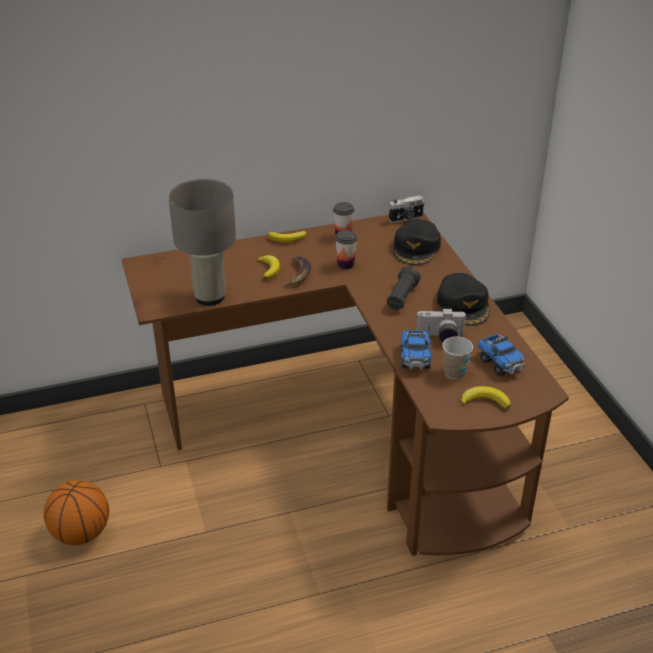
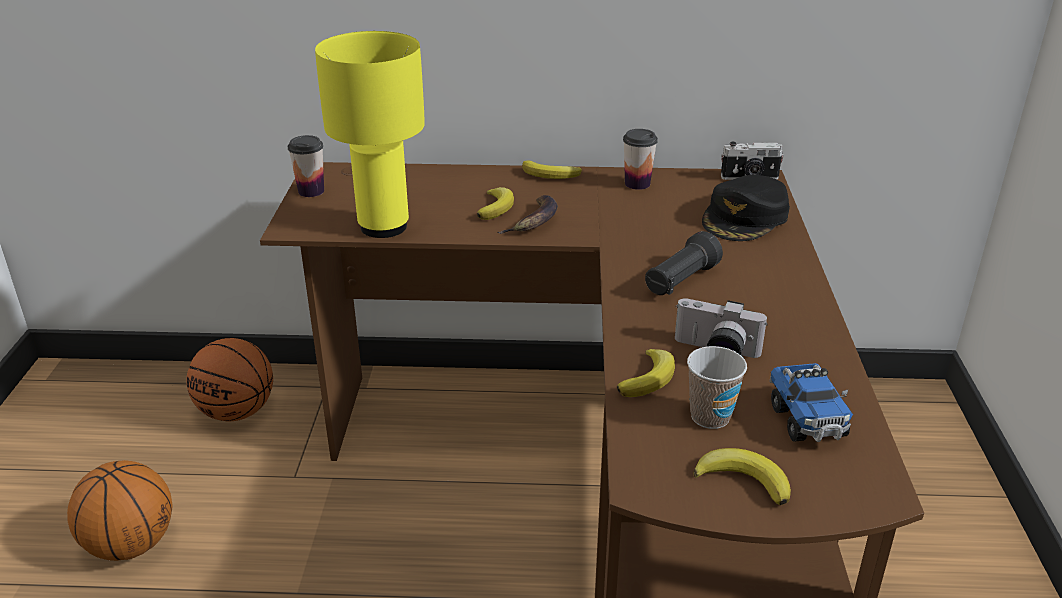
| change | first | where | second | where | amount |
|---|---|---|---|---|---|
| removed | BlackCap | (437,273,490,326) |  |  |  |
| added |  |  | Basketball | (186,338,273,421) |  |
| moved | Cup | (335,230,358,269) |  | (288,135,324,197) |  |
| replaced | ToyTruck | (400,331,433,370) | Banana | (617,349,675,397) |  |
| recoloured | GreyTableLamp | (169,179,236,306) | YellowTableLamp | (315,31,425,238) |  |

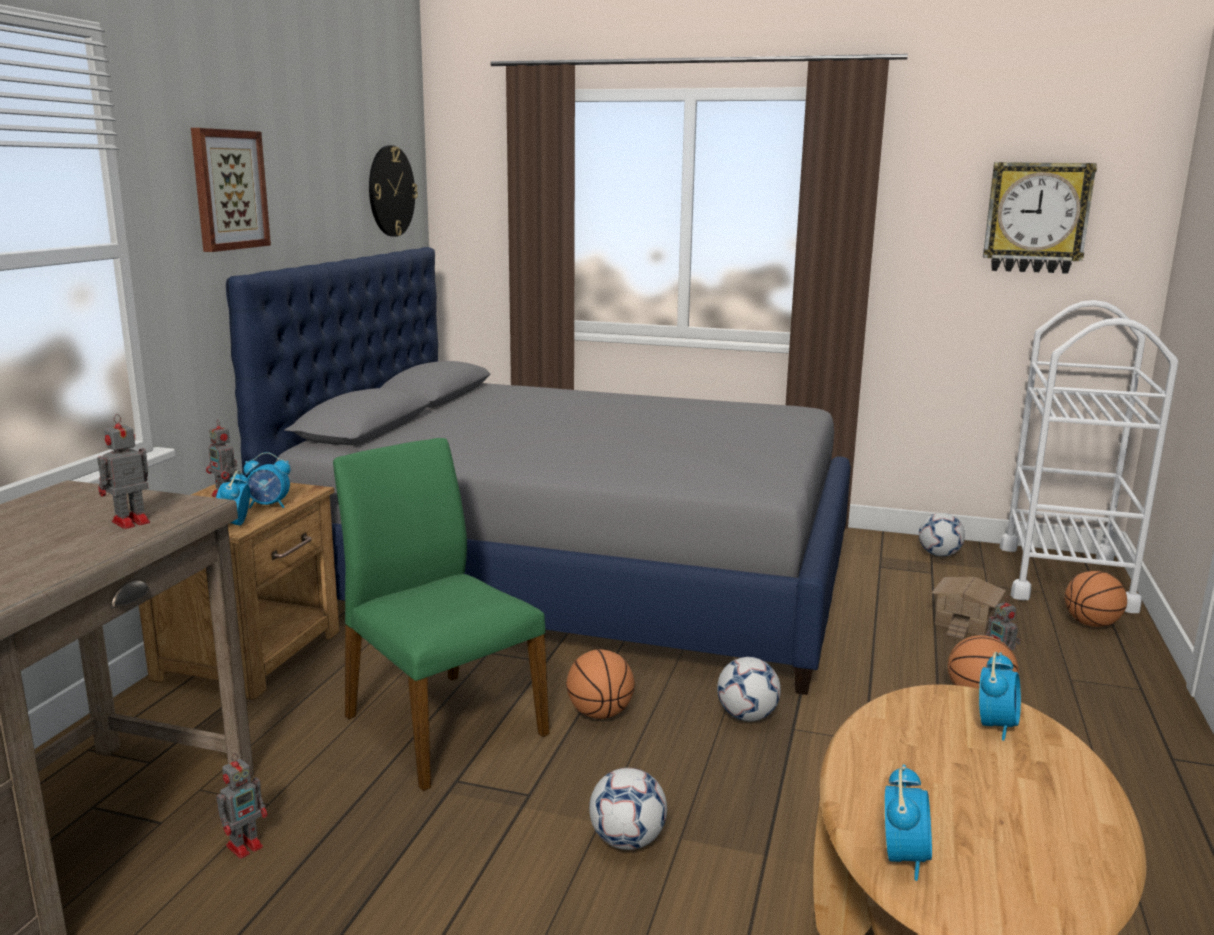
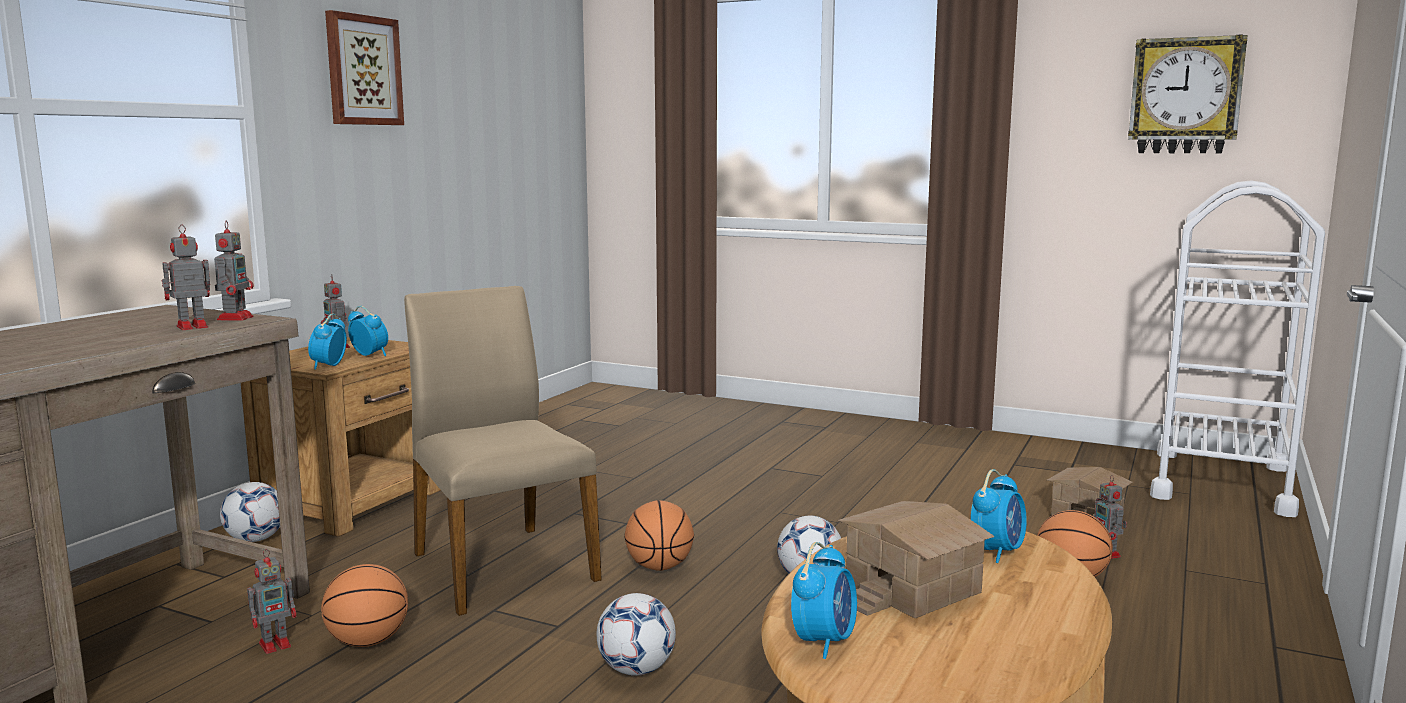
| change | first | where | second | where | amount |
|---|---|---|---|---|---|
| removed | GreyBed | (226,247,851,695) |  |  |  |
| removed | WallClock | (369,145,418,237) |  |  |  |
| added |  |  | ToyRobot | (214,221,254,321) |  |
| added |  |  | ToyHouse | (838,501,994,618) |  |
| moved | Football | (919,513,965,557) |  | (220,482,280,542) |  |
| moved | Basketball | (1065,571,1127,627) |  | (321,564,408,647) |  |
| recoloured | GreenChair | (333,438,549,791) | BeigeChair | (404,286,602,616) |  |
| turned | AlarmClock | (244,452,291,508) |  | (348,306,388,356) | 150 degrees counterclockwise |

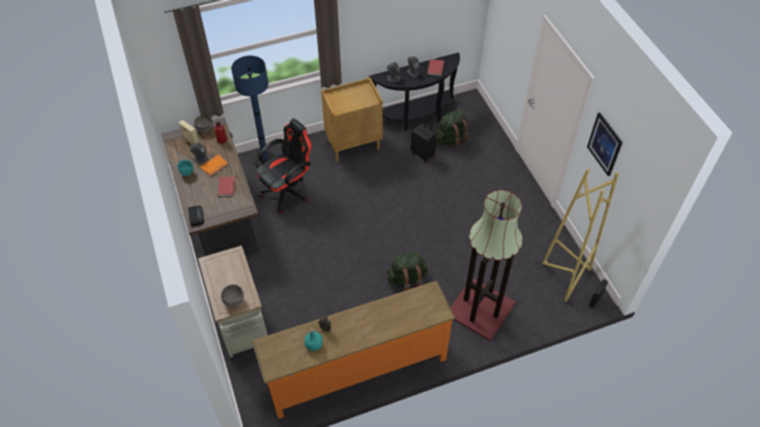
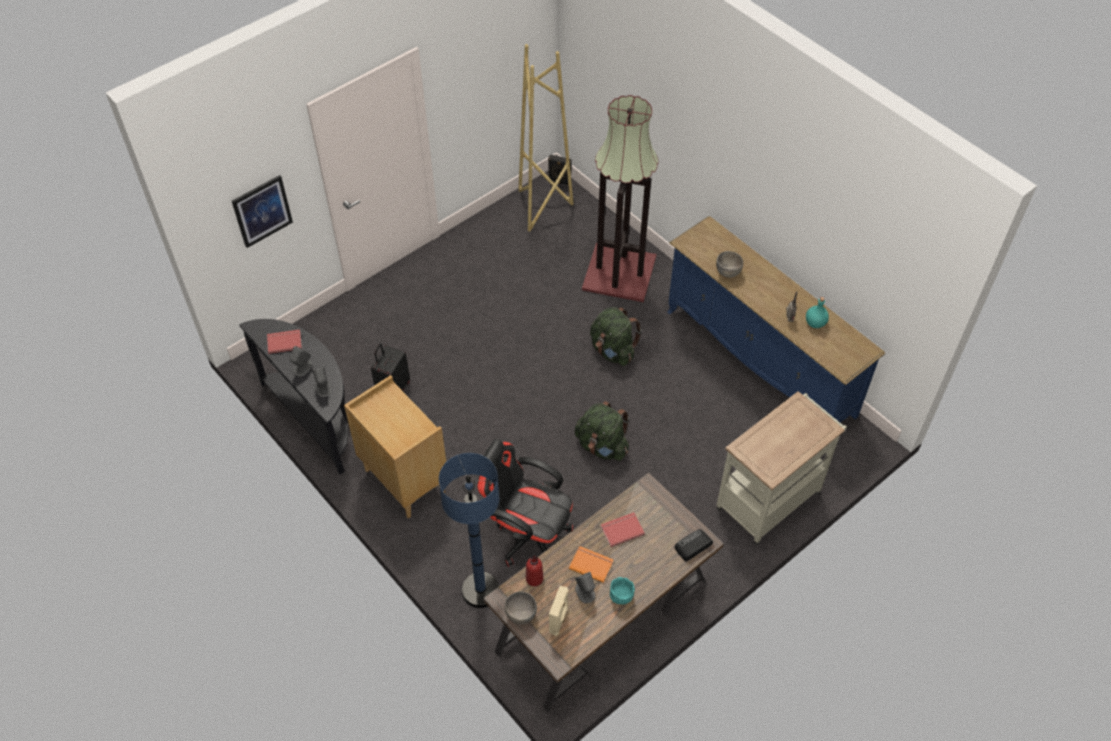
| change | first | where | second | where | amount |
|---|---|---|---|---|---|
| moved | GreyBowl | (221,284,244,307) |  | (716,251,743,278) |  |
| moved | GreenBackpack | (436,110,469,149) |  | (575,401,629,461) |  |
| moved | Picture | (587,112,623,176) |  | (232,175,293,248) |  |
| recoloured | OrangeDresser | (252,281,456,419) | BlueDresser | (667,216,885,423) |  |

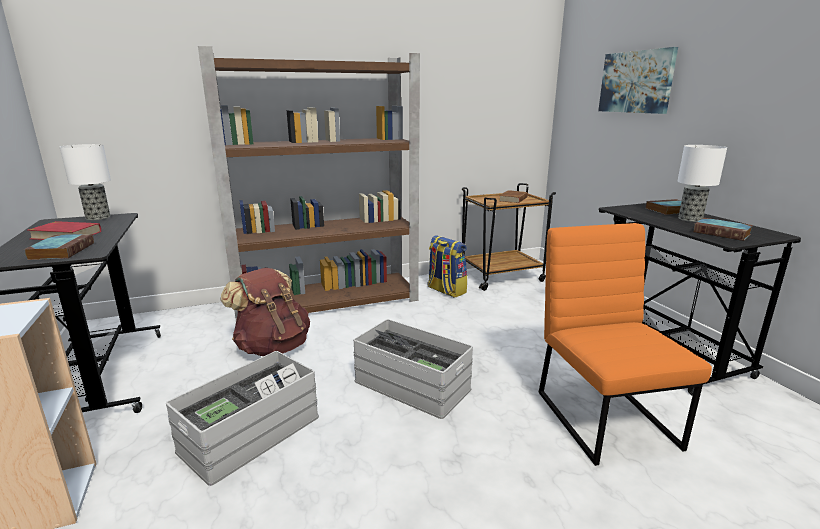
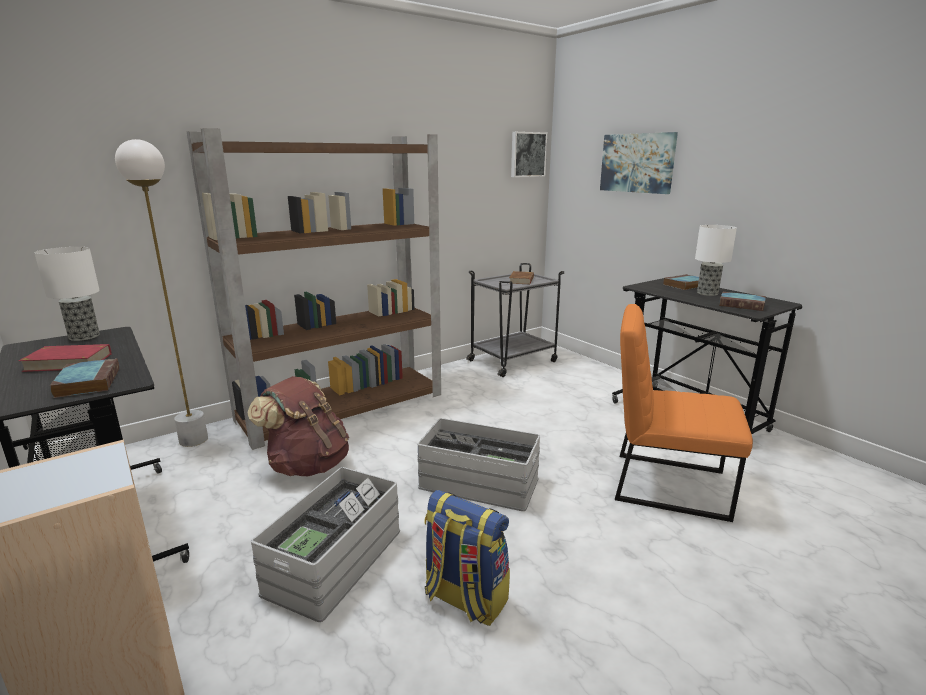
| change | first | where | second | where | amount |
|---|---|---|---|---|---|
| added |  |  | WhiteFloorLamp | (115,139,208,447) |  |
| added |  |  | Picture | (511,132,547,177) |  |
| moved | Backpack | (428,235,467,298) |  | (424,490,510,626) |  |
| recoloured | BrownCart | (462,183,556,291) | GreyCart | (466,263,564,377) |  |
| turned | OrangeChair | (538,223,712,466) |  | (615,304,753,522) | 45 degrees counterclockwise |

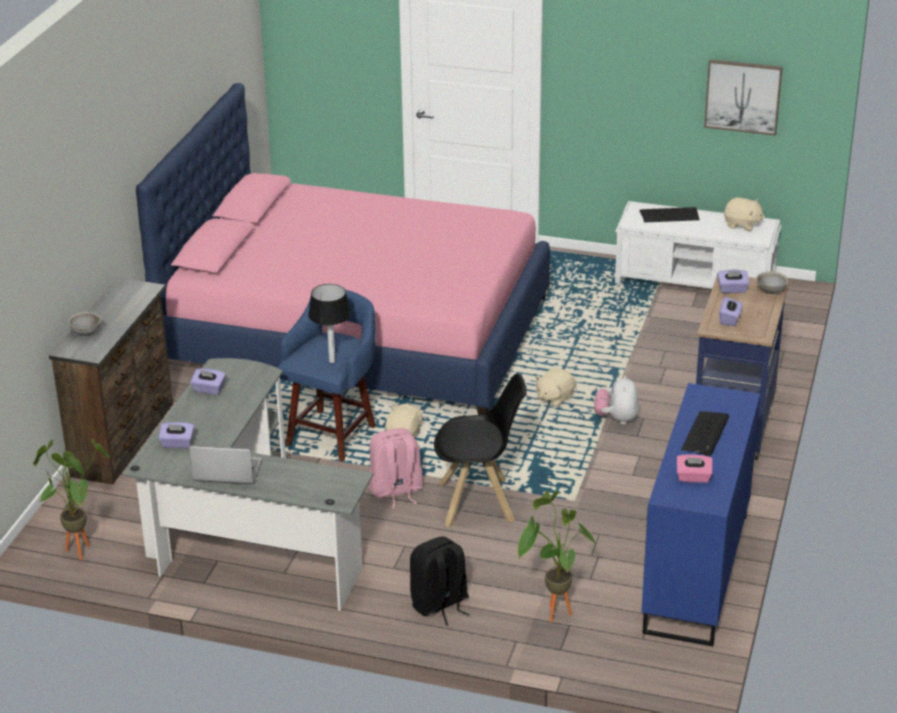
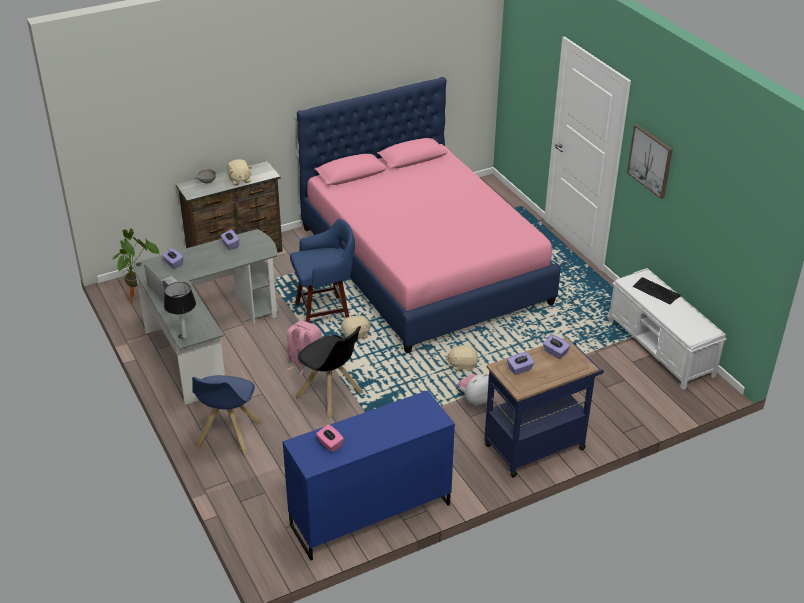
| change | first | where | second | where | amount |
|---|---|---|---|---|---|
| removed | PottedPlant | (518,491,598,622) |  |  |  |
| removed | Keyboard | (681,411,729,456) |  |  |  |
| removed | GreyBowl | (756,271,788,294) |  |  |  |
| moved | TableLamp | (308,284,351,363) |  | (164,282,196,339) |  |
| moved | Picture | (704,59,783,136) |  | (627,124,673,199) |  |
| moved | BeigePlushToy | (724,197,765,231) |  | (227,159,252,185) |  |
| replaced | BlackBackpack | (410,536,470,625) | BlueChair | (192,375,262,455) |  |

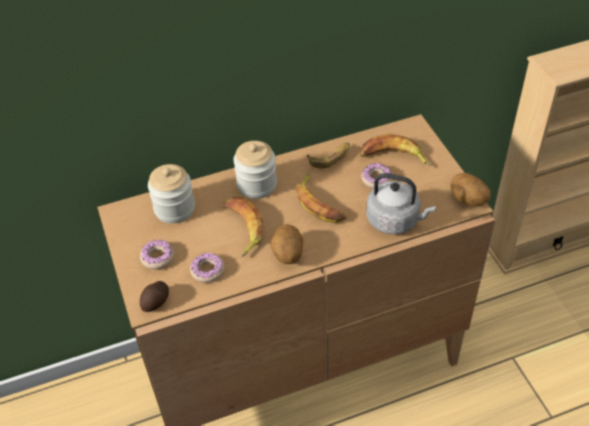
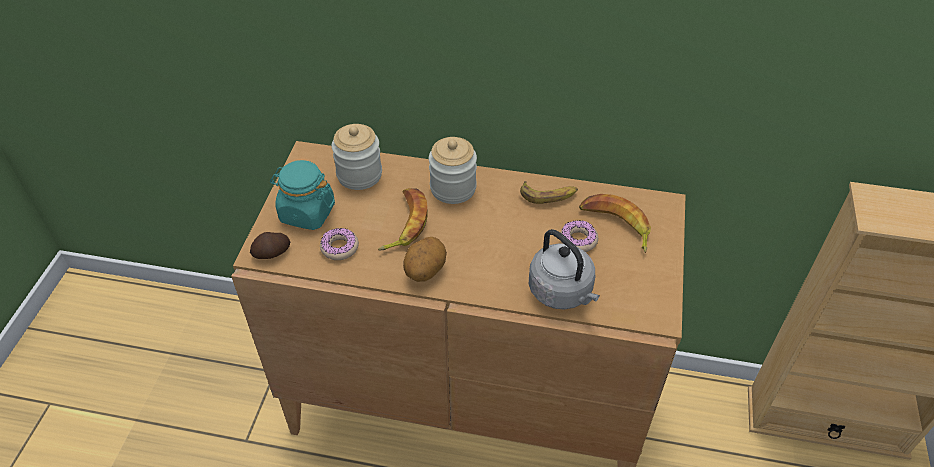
| change | first | where | second | where | amount |
|---|---|---|---|---|---|
| removed | Banana | (296,172,347,223) |  |  |  |
| removed | Potato | (451,173,491,206) |  |  |  |
| replaced | Donut | (140,240,174,270) | TurquoiseJar | (270,160,335,230) |  |

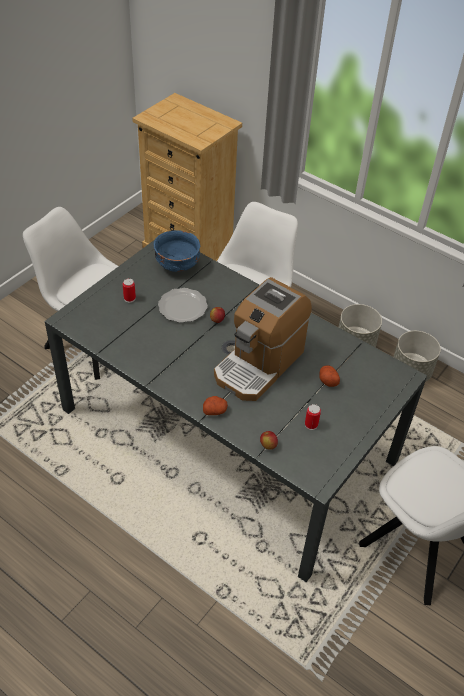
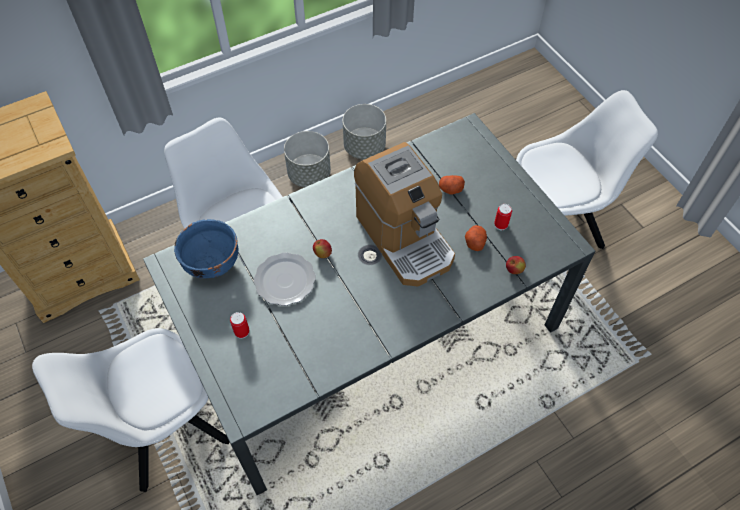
| change | first | where | second | where | amount |
|---|---|---|---|---|---|
| moved | Potato | (203,396,228,415) |  | (465,225,487,251) |  |

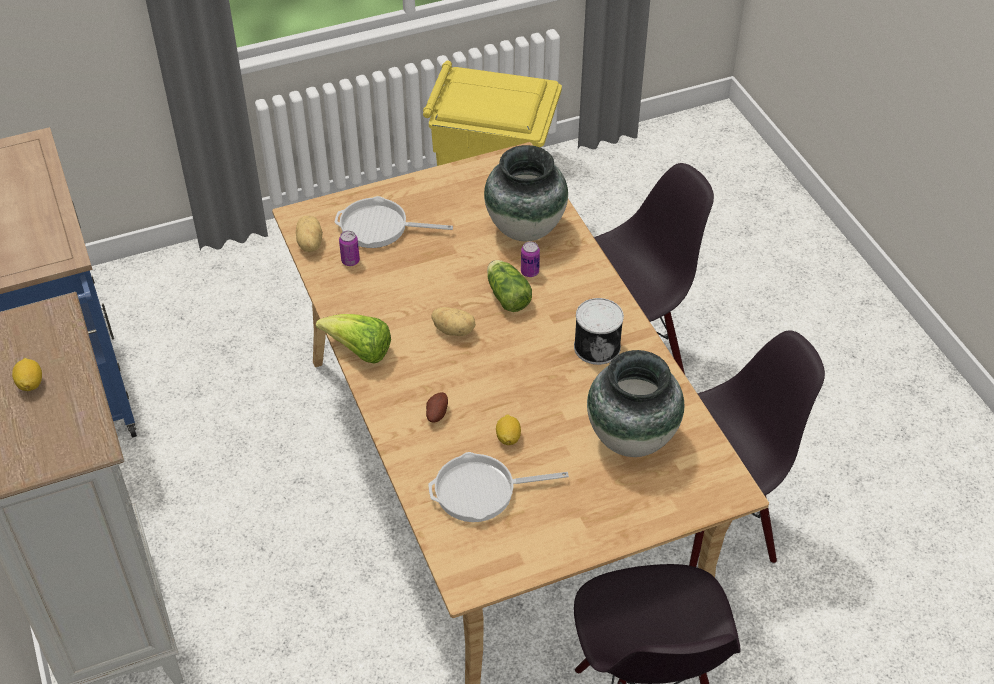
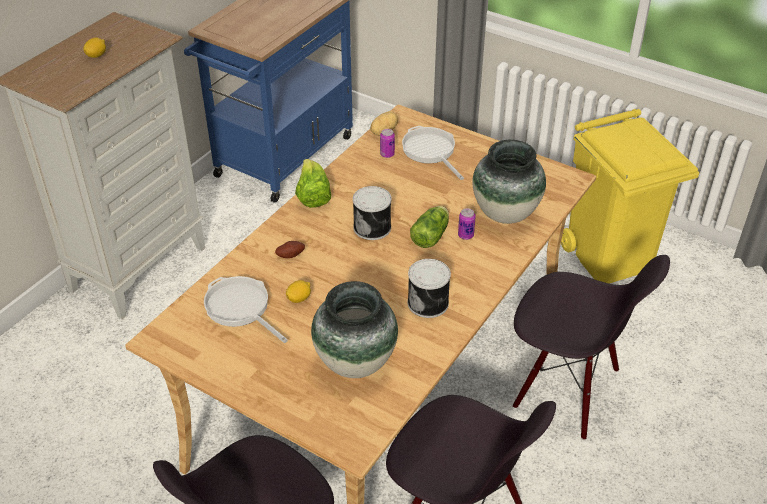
| change | first | where | second | where | amount |
|---|---|---|---|---|---|
| replaced | Potato | (431,307,476,336) | Can | (353,186,391,240) |  |

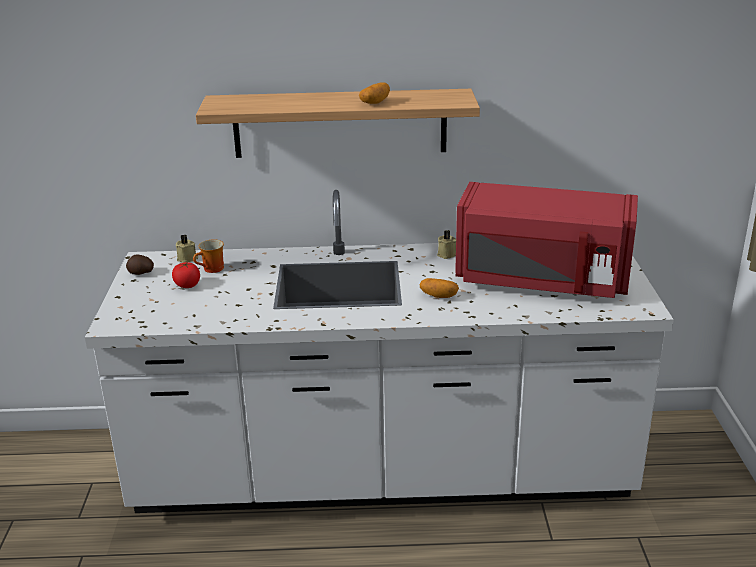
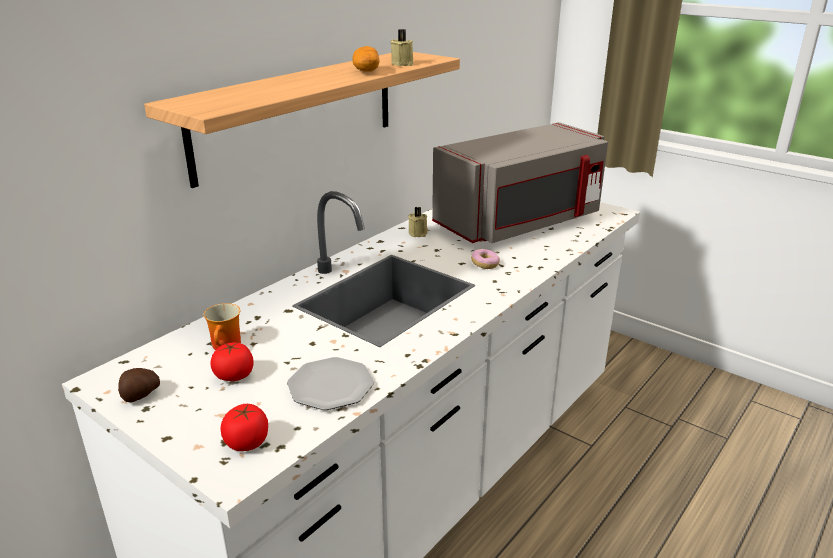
| change | first | where | second | where | amount |
|---|---|---|---|---|---|
| added |  |  | Tomato | (220,404,268,451) |  |
| added |  |  | Plate | (287,357,374,410) |  |
| moved | BeigeCandle | (176,234,198,263) |  | (390,29,413,66) |  |
| replaced | Potato | (420,278,459,298) | Donut | (471,249,500,269) |  |
| recoloured | RedMicrowave | (455,182,638,298) | GreyMicrowave | (432,122,608,243) |  |

